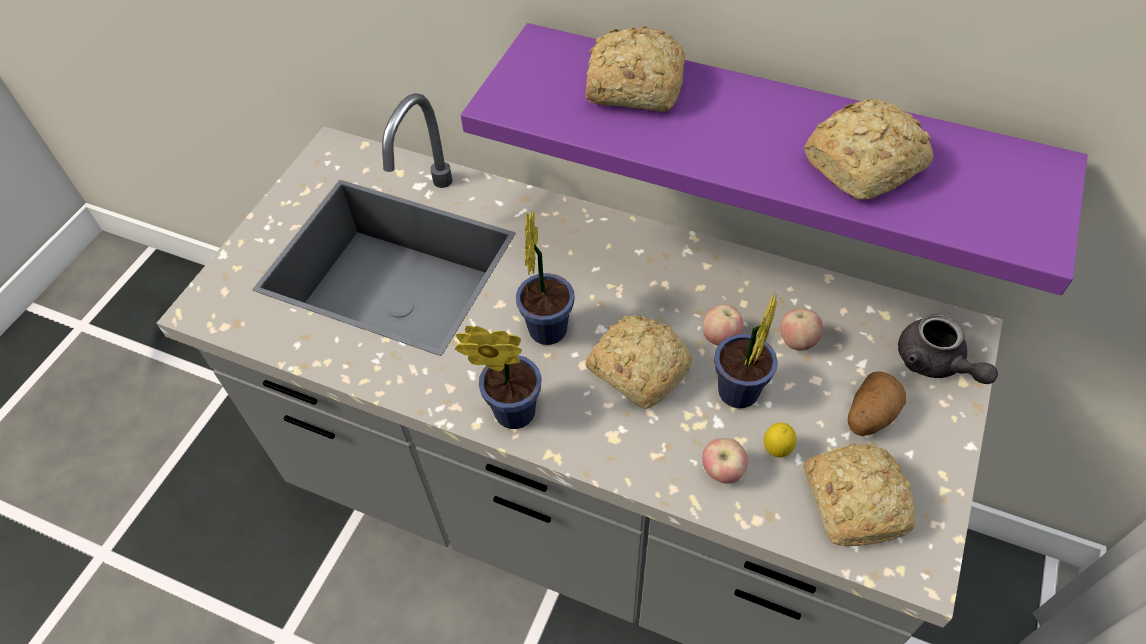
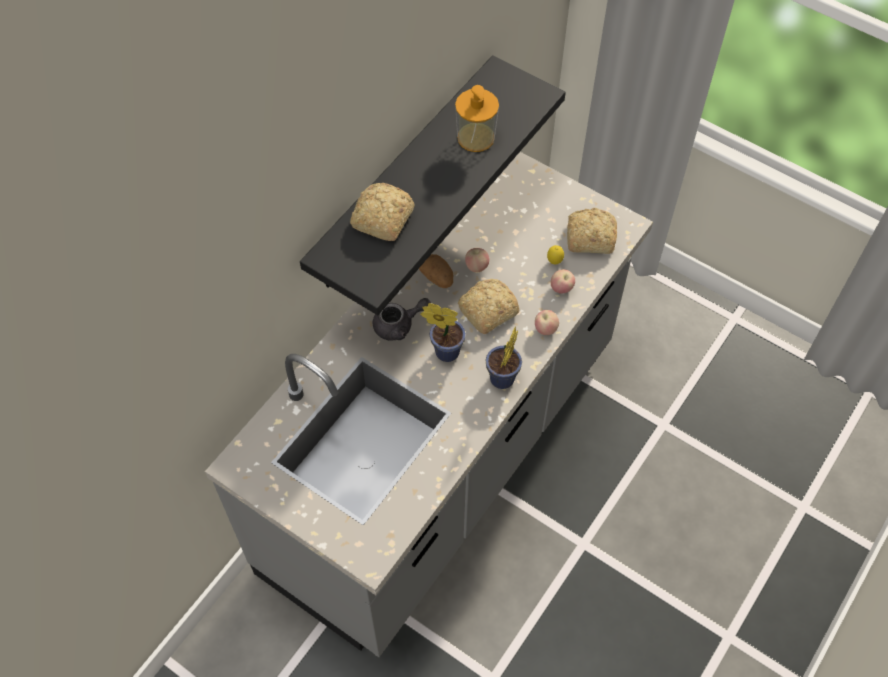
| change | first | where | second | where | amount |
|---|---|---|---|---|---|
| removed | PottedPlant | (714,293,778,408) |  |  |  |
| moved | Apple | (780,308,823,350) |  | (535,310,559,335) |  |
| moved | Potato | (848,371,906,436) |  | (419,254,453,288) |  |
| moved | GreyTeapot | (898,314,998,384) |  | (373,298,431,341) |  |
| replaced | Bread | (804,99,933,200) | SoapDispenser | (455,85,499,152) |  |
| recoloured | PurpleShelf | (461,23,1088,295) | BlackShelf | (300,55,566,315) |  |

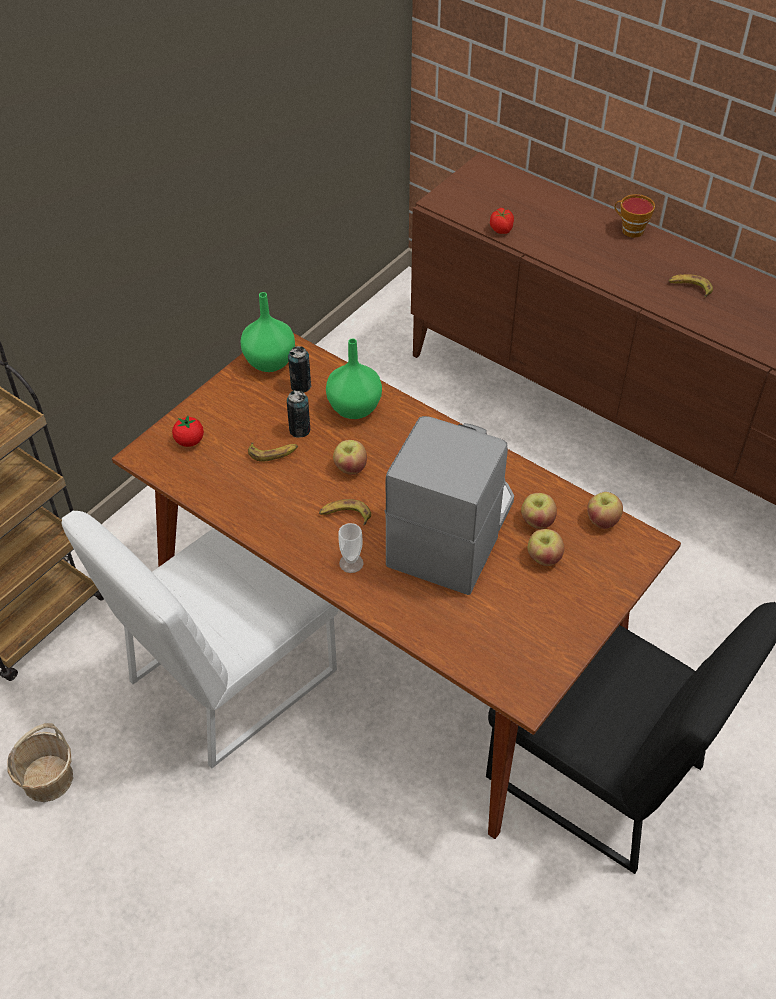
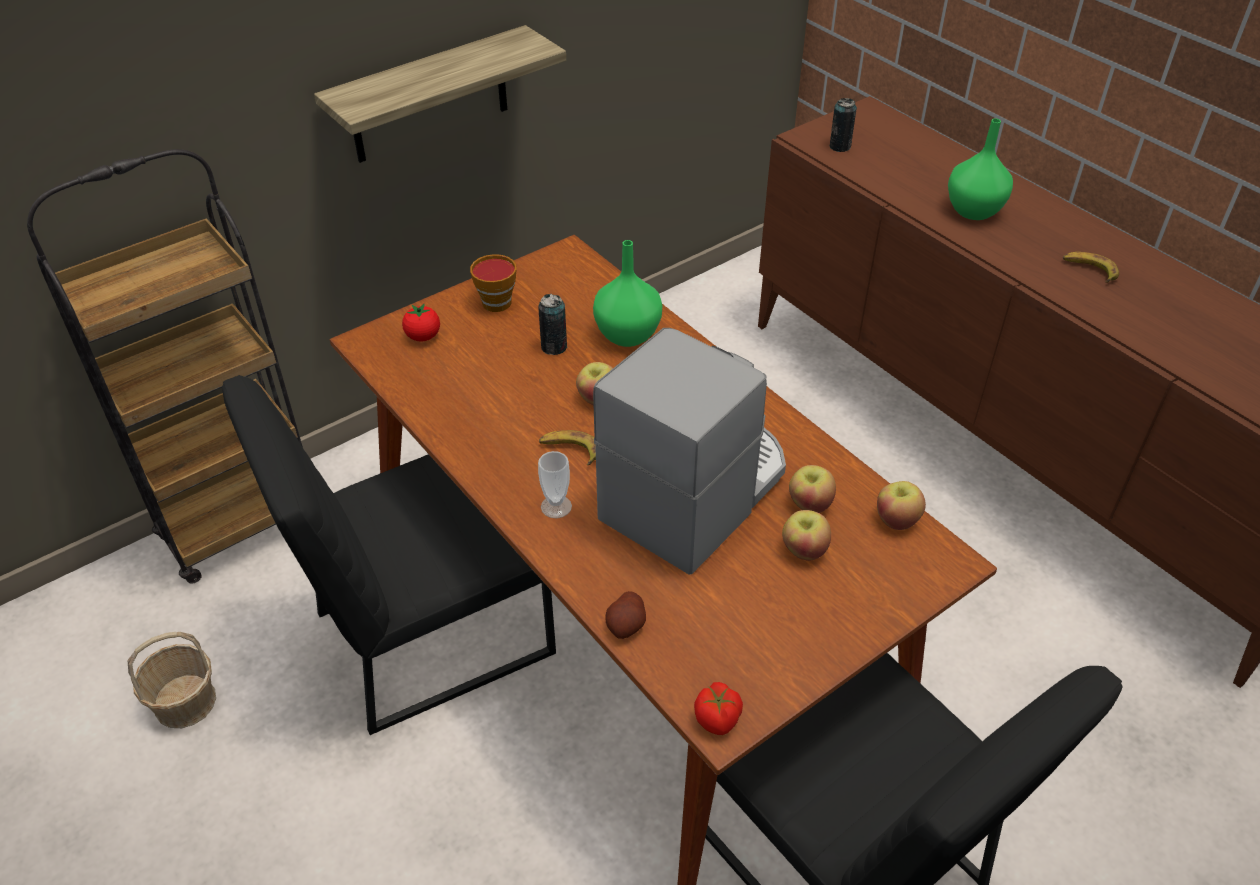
| change | first | where | second | where | amount |
|---|---|---|---|---|---|
| removed | Banana | (248,443,298,462) |  |  |  |
| added |  |  | Shelf | (314,25,566,163) |  |
| added |  |  | Potato | (605,591,646,639) |  |
| moved | GreenVase | (240,292,295,372) |  | (948,118,1013,220) |  |
| moved | Can | (288,346,311,392) |  | (830,98,857,152) |  |
| moved | Tomato | (490,208,514,234) |  | (694,682,743,735) |  |
| moved | Cup | (614,194,655,238) |  | (470,254,517,312) |  |
| recoloured | WhiteChair | (62,511,338,769) | BlackChair | (222,375,556,735) |  |

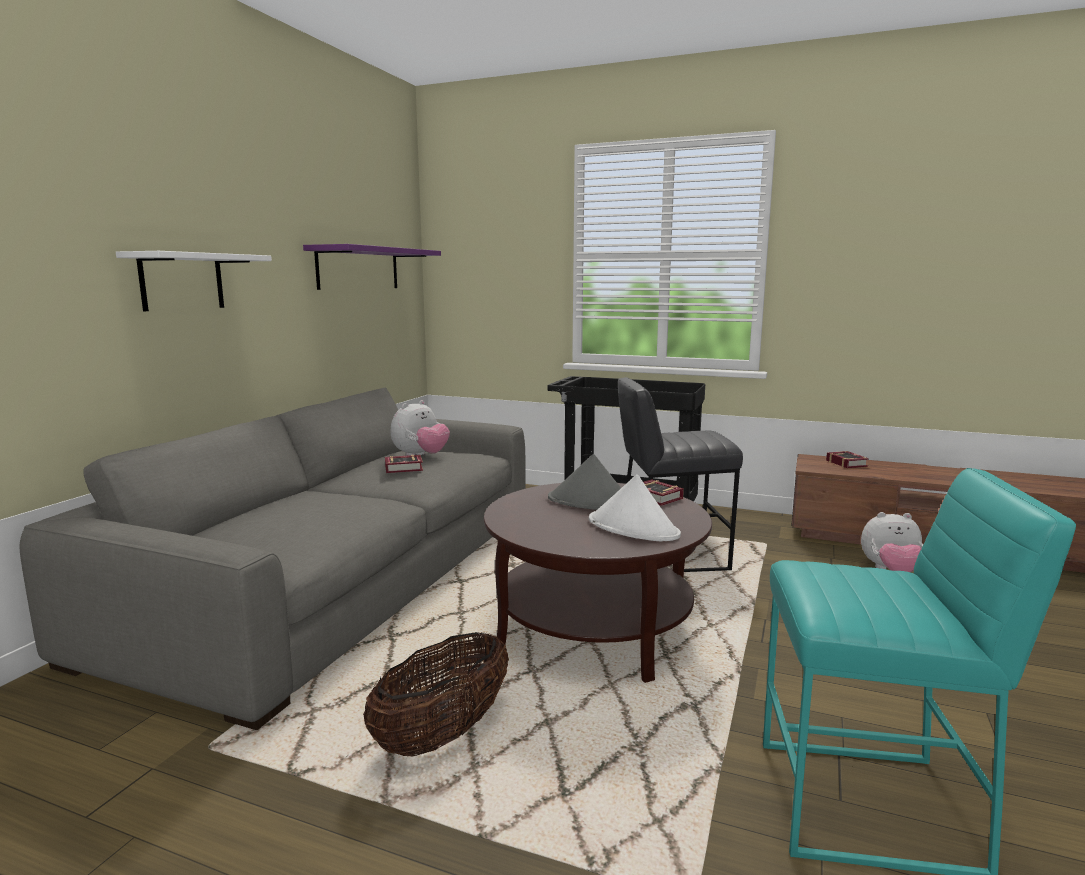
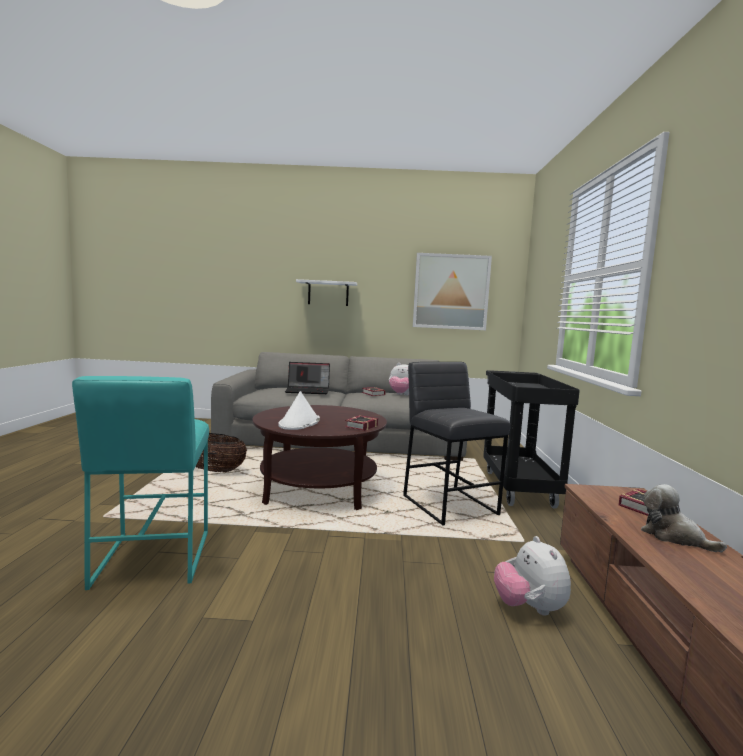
| change | first | where | second | where | amount |
|---|---|---|---|---|---|
| removed | GreyHat | (548,454,621,510) |  |  |  |
| added |  |  | Laptop | (285,362,330,394) |  |
| added |  |  | PlushToy | (641,484,727,553) |  |
| replaced | PurpleShelf | (303,244,441,290) | Picture | (413,253,492,330) |  |

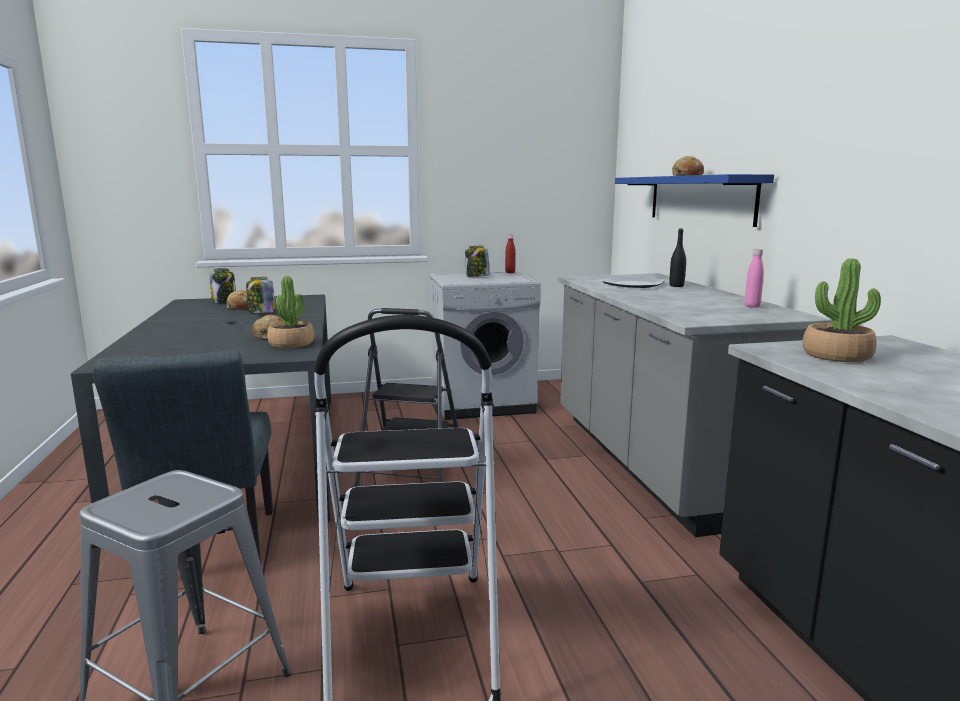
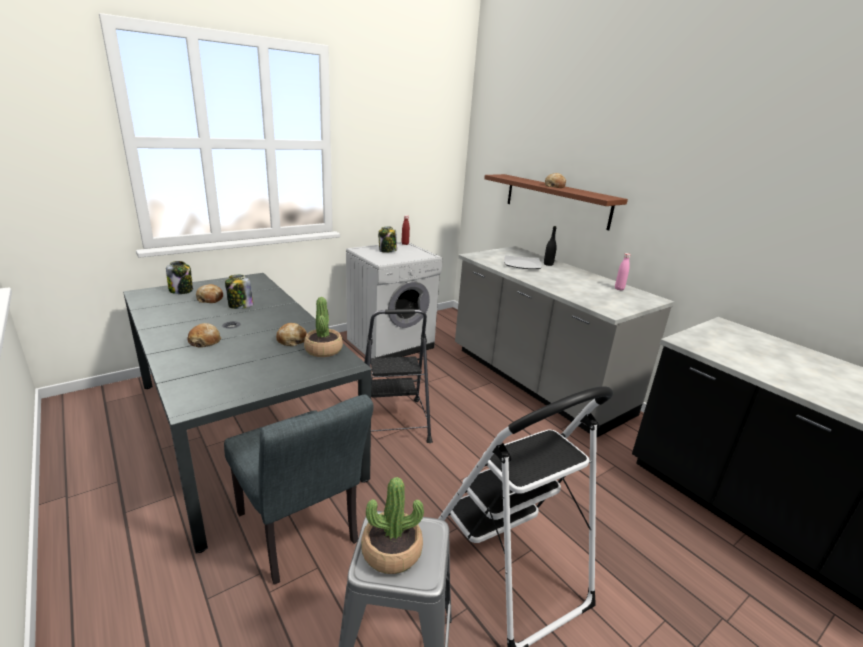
| change | first | where | second | where | amount |
|---|---|---|---|---|---|
| added |  |  | Bread | (187,323,221,348) |  |
| moved | PottedPlant | (803,258,881,362) |  | (361,477,424,574) |  |
| recoloured | BlueShelf | (615,174,774,227) | BrownShelf | (484,174,628,230) |  |

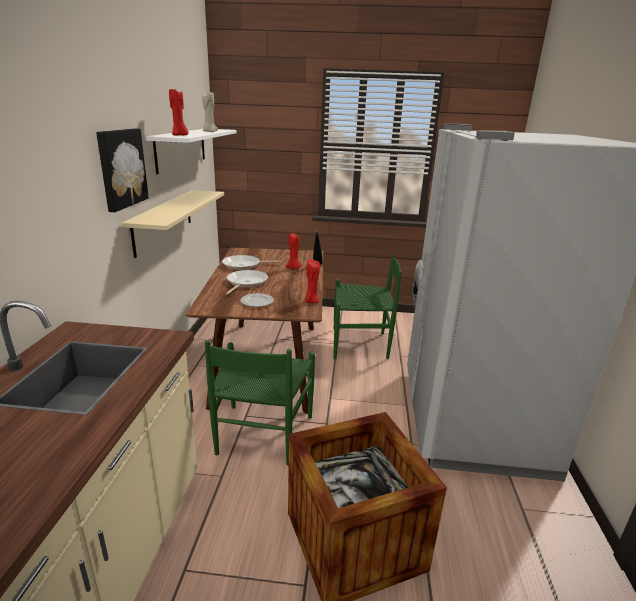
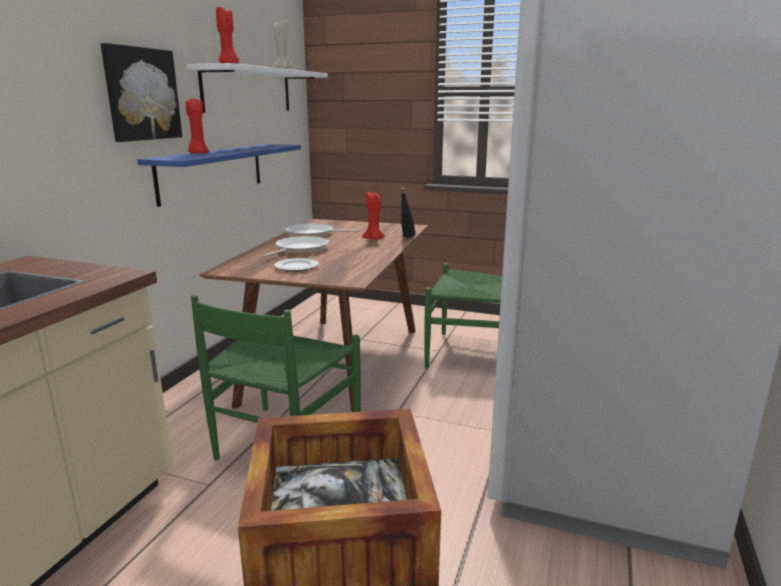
| change | first | where | second | where | amount |
|---|---|---|---|---|---|
| moved | RedCandle | (305,259,320,303) |  | (186,98,209,153) |  |
| recoloured | BeigeShelf | (121,190,224,258) | BlueShelf | (137,144,301,207) |  |

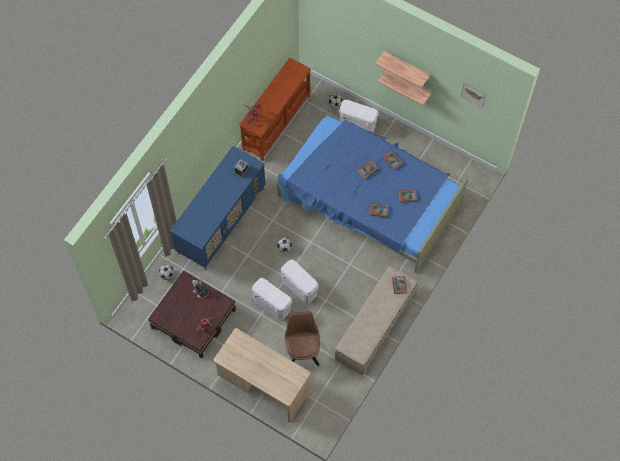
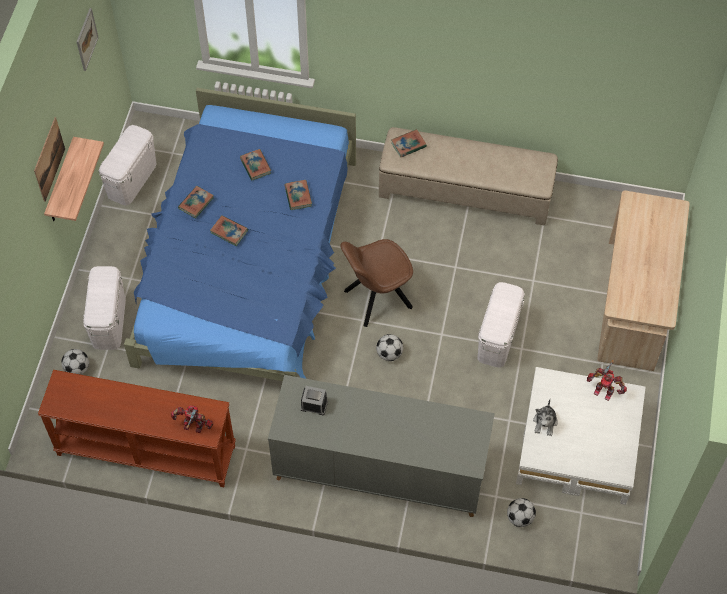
| change | first | where | second | where | amount |
|---|---|---|---|---|---|
| moved | WhiteStorageBox | (281,259,319,304) |  | (98,125,156,205) |  |
| moved | BrownChair | (285,311,320,366) |  | (340,239,413,327) |  |
| replaced | Shelf | (375,51,430,88) | Picture | (34,117,65,202) |  |
| recoloured | BrownCoffeeTable | (148,270,236,359) | WhiteCoffeeTable | (516,367,646,505) |  |
| recoloured | BlueDresser | (170,146,265,270) | GreyDresser | (268,375,495,517) |  |

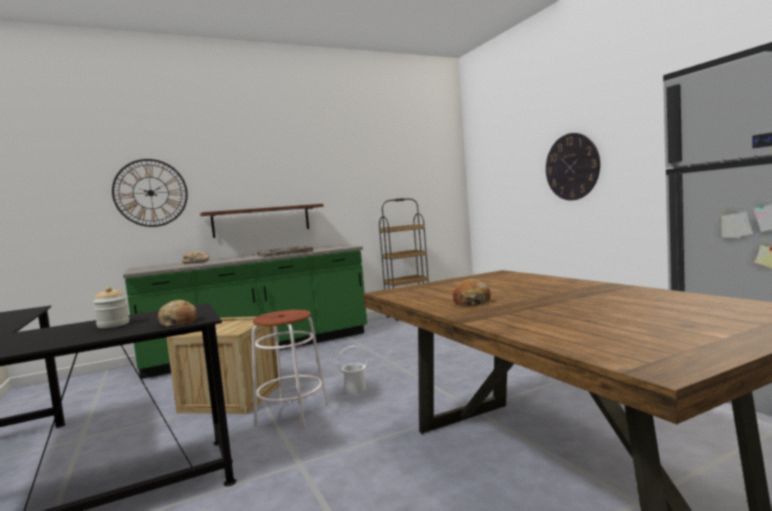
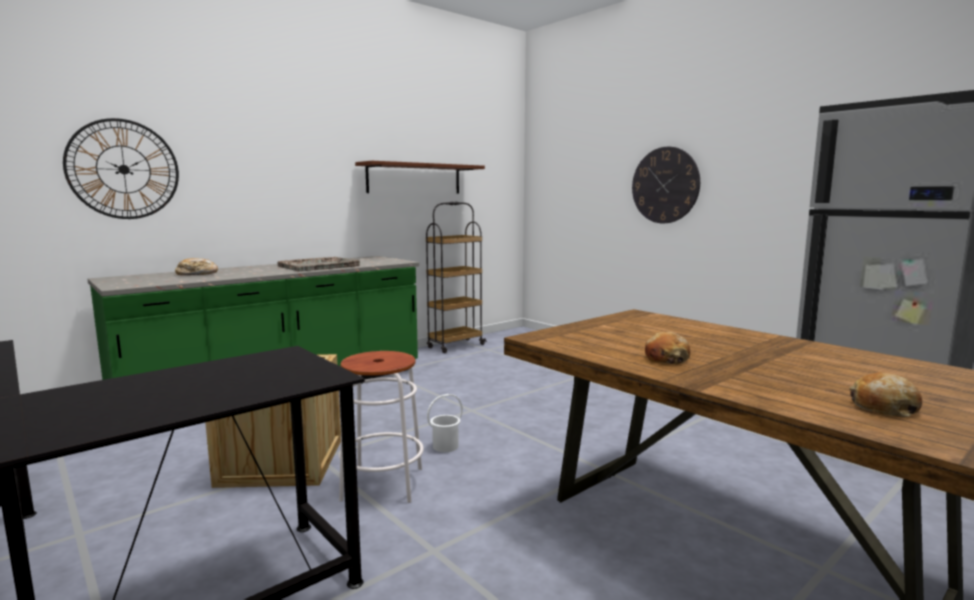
| change | first | where | second | where | amount |
|---|---|---|---|---|---|
| removed | Jar | (93,287,129,328) |  |  |  |
| moved | Bread | (158,300,197,326) |  | (850,373,922,418) |  |
| moved | BrownShelf | (200,204,324,238) |  | (355,161,485,194) |  |

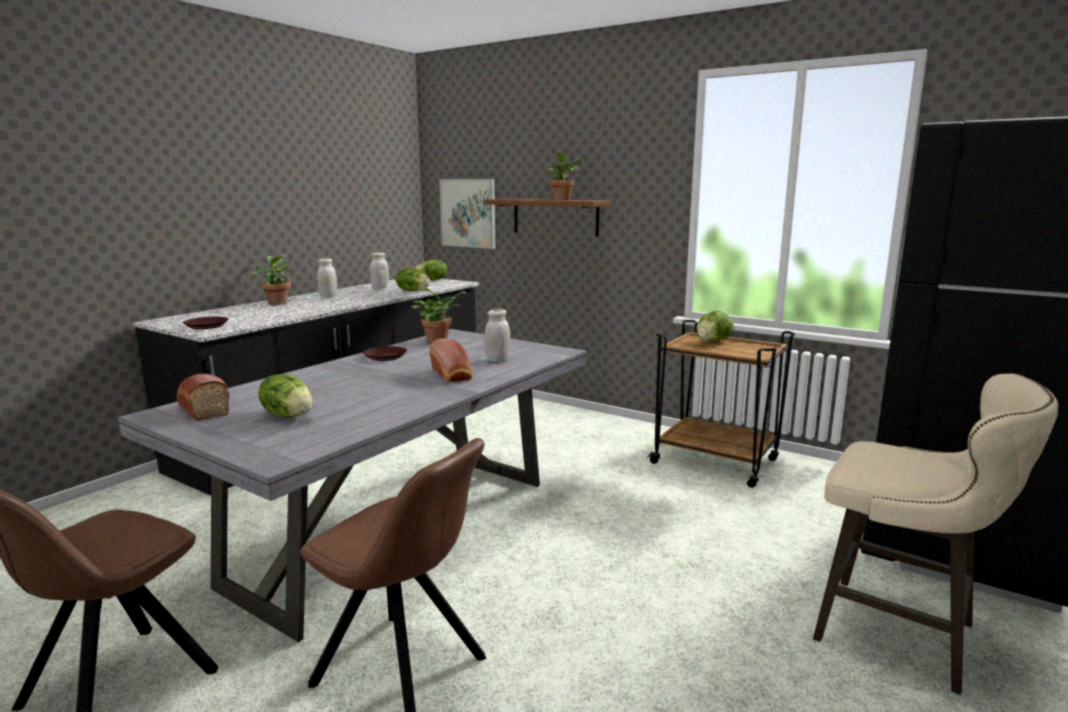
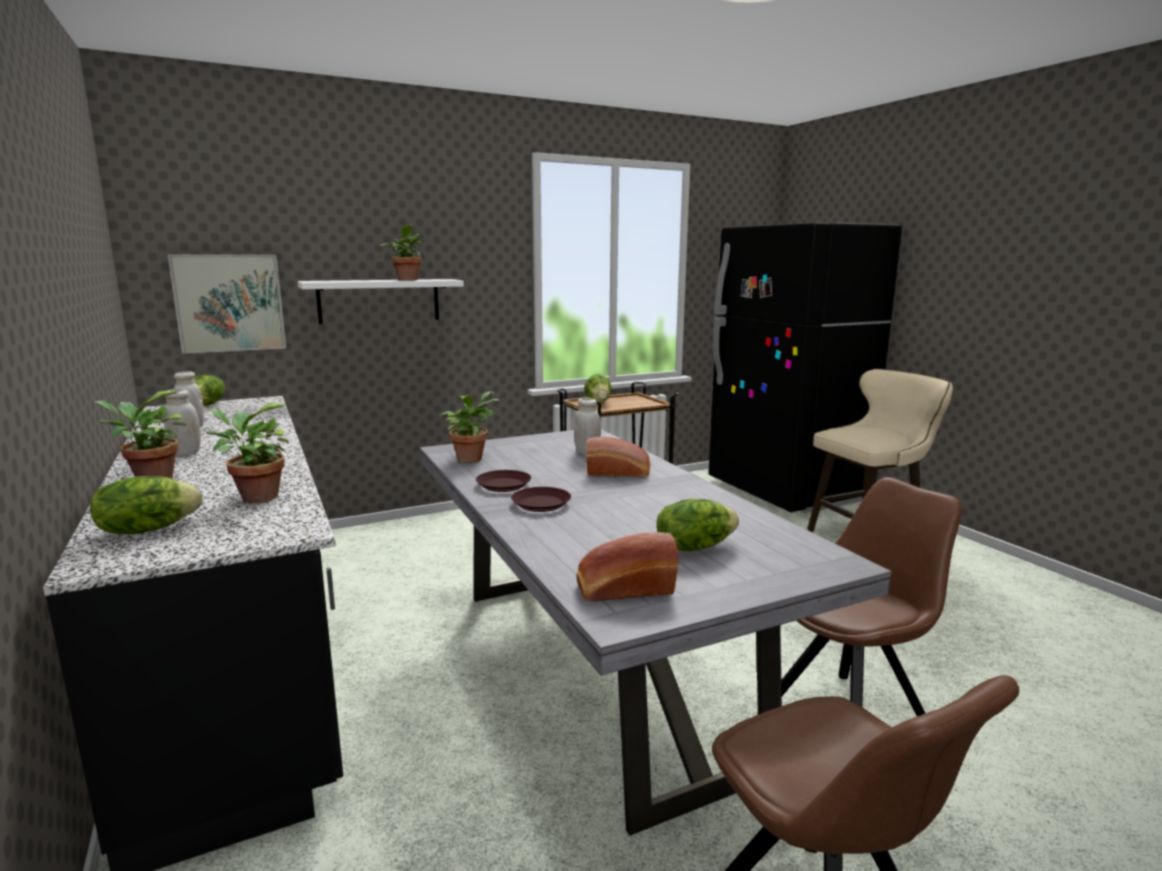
| change | first | where | second | where | amount |
|---|---|---|---|---|---|
| added |  |  | PottedPlant | (206,403,289,503) |  |
| moved | BrownPlate | (183,317,229,329) |  | (511,487,571,512) |  |
| moved | Lettuce | (395,268,430,291) |  | (90,476,203,534) |  |
| recoloured | BrownShelf | (484,199,612,237) | WhiteShelf | (298,279,464,324) |  |

